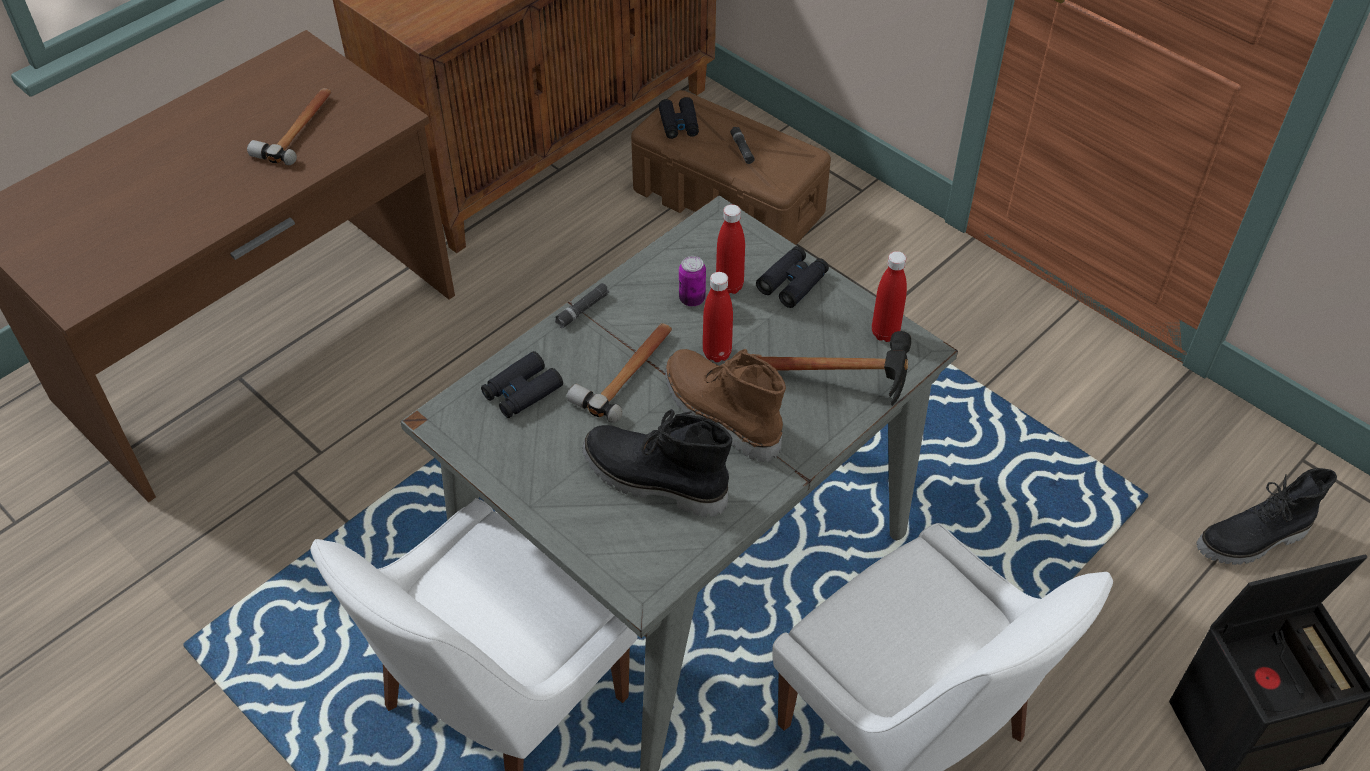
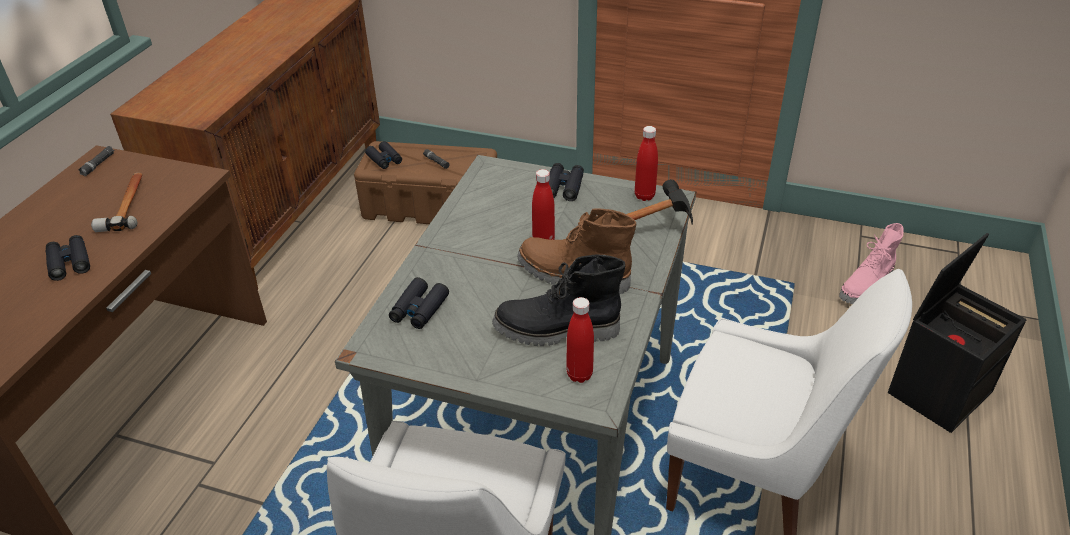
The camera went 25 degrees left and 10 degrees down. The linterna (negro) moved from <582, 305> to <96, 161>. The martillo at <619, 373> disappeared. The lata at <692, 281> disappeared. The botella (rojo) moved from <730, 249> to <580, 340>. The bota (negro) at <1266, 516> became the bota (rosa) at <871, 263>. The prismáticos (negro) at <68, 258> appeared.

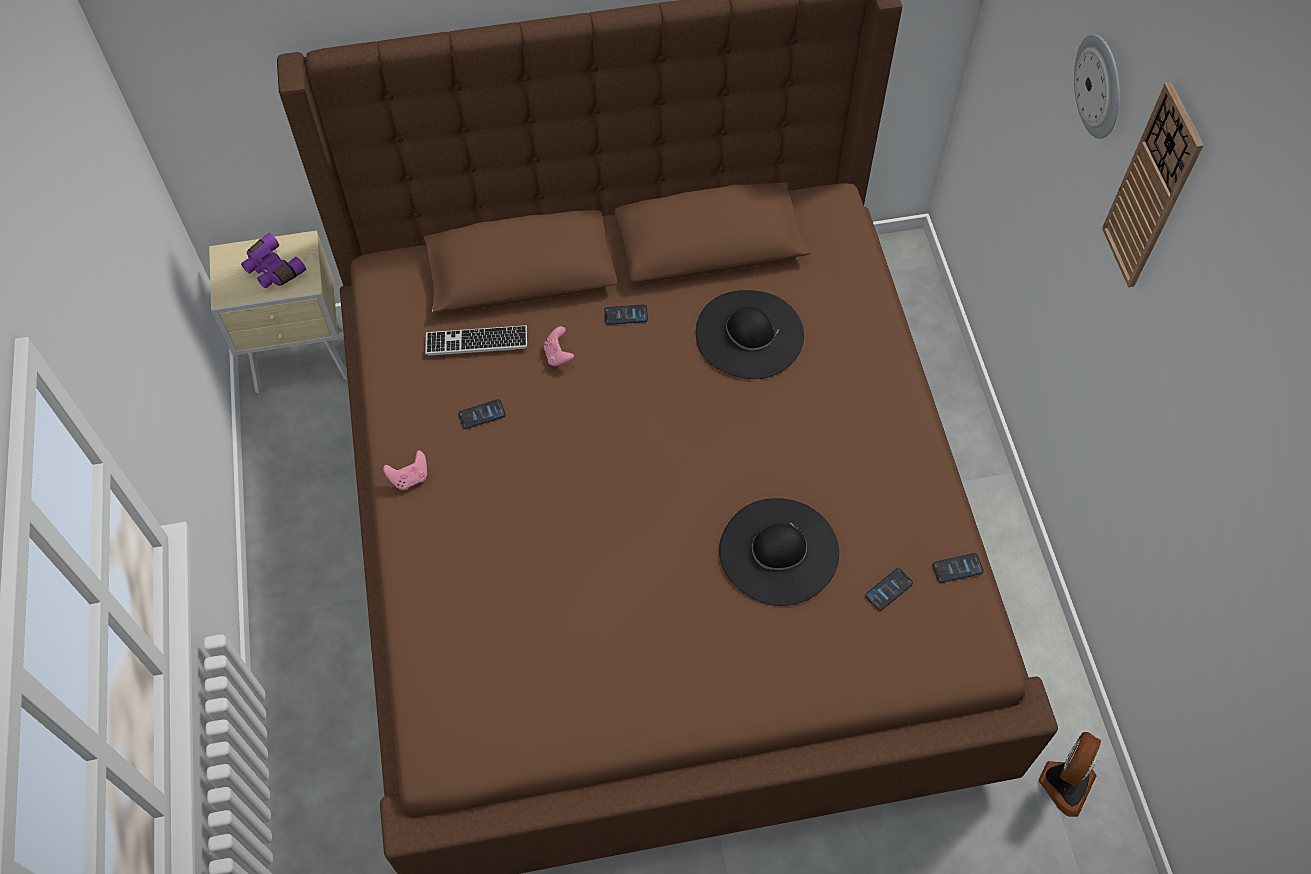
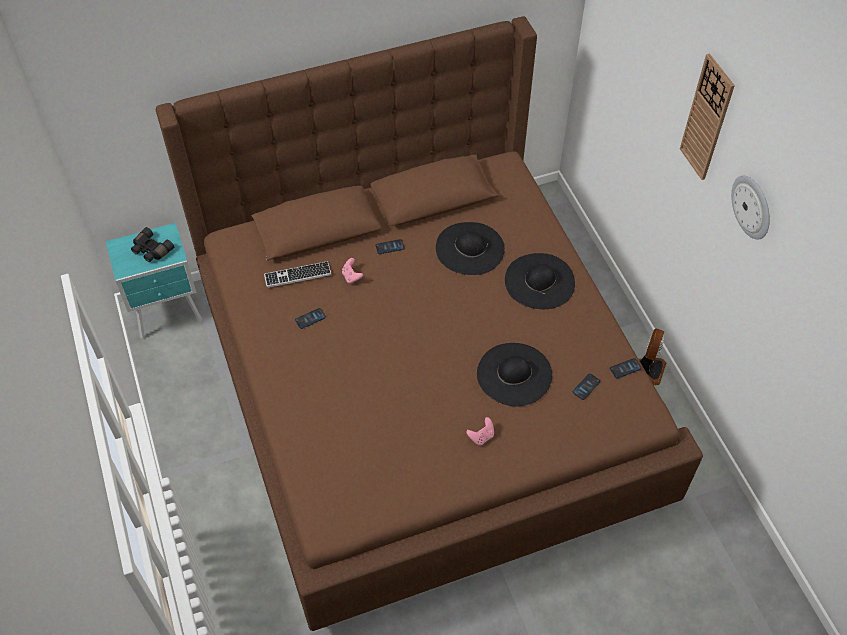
The camera went 10 degrees left and 5 degrees down. The mesita de noche (beis) at <278, 312> became the mesita de noche (turquesa) at <154, 281>. The prismáticos (morado) at <273, 260> became the prismáticos (negro) at <152, 244>. The mando de consola (rosa) moved from <405, 470> to <480, 431>. The ventilador moved from <1070, 774> to <652, 357>. The reloj de pared moved from <1097, 86> to <750, 207>. The sombrero (negro) at <540, 281> appeared.

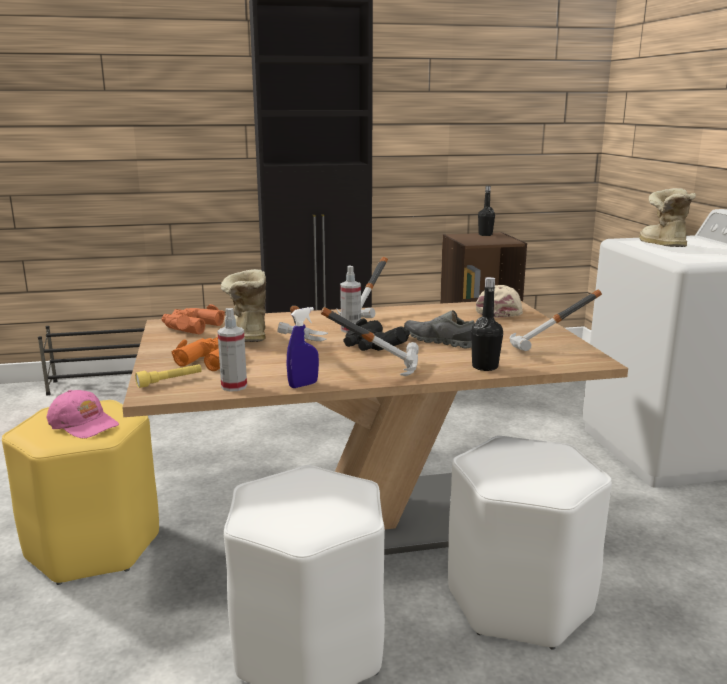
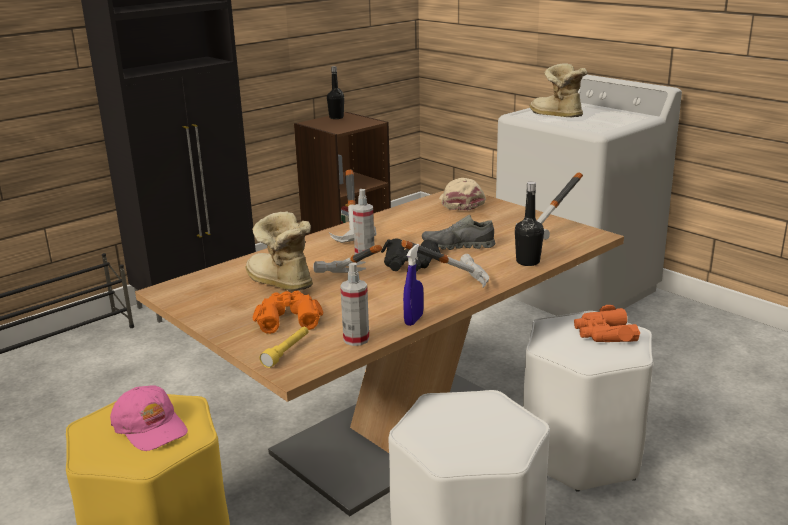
The camera went 30 degrees left and 5 degrees up. The gorra (rosa) at <83, 414> turned 45 degrees clockwise. The prismáticos (naranja) moved from <193, 319> to <607, 323>.

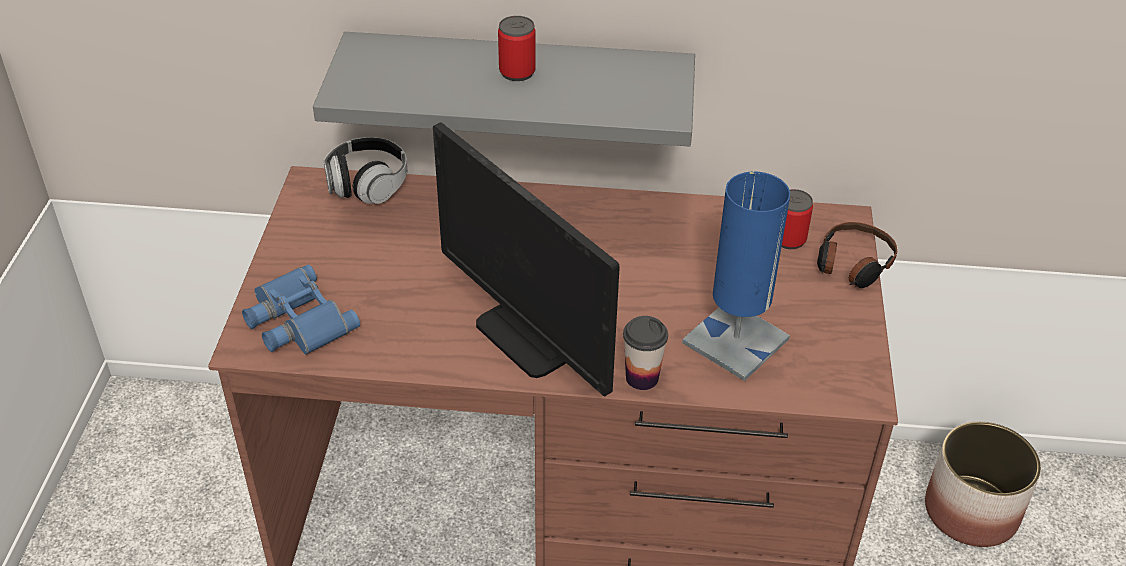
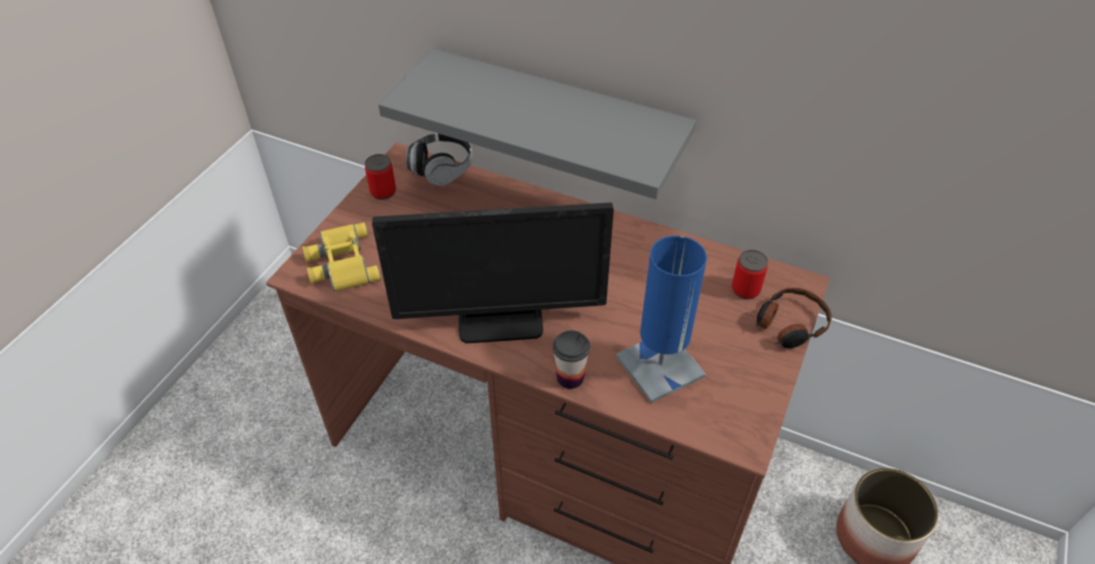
The camera went 20 degrees right and 5 degrees up. The prismáticos (azul) at <301, 310> became the prismáticos (amarillo) at <341, 257>. The monitor at <526, 259> turned 75 degrees counterclockwise. The lata moved from <517, 48> to <380, 177>.

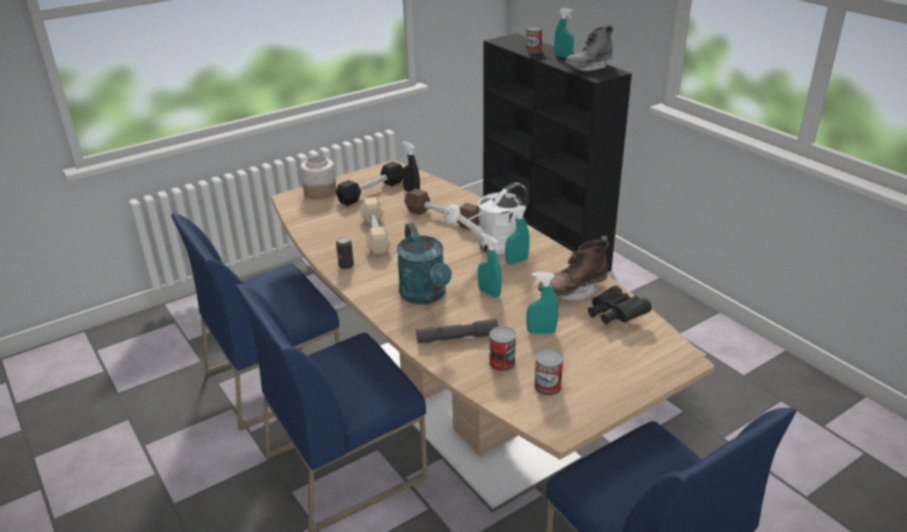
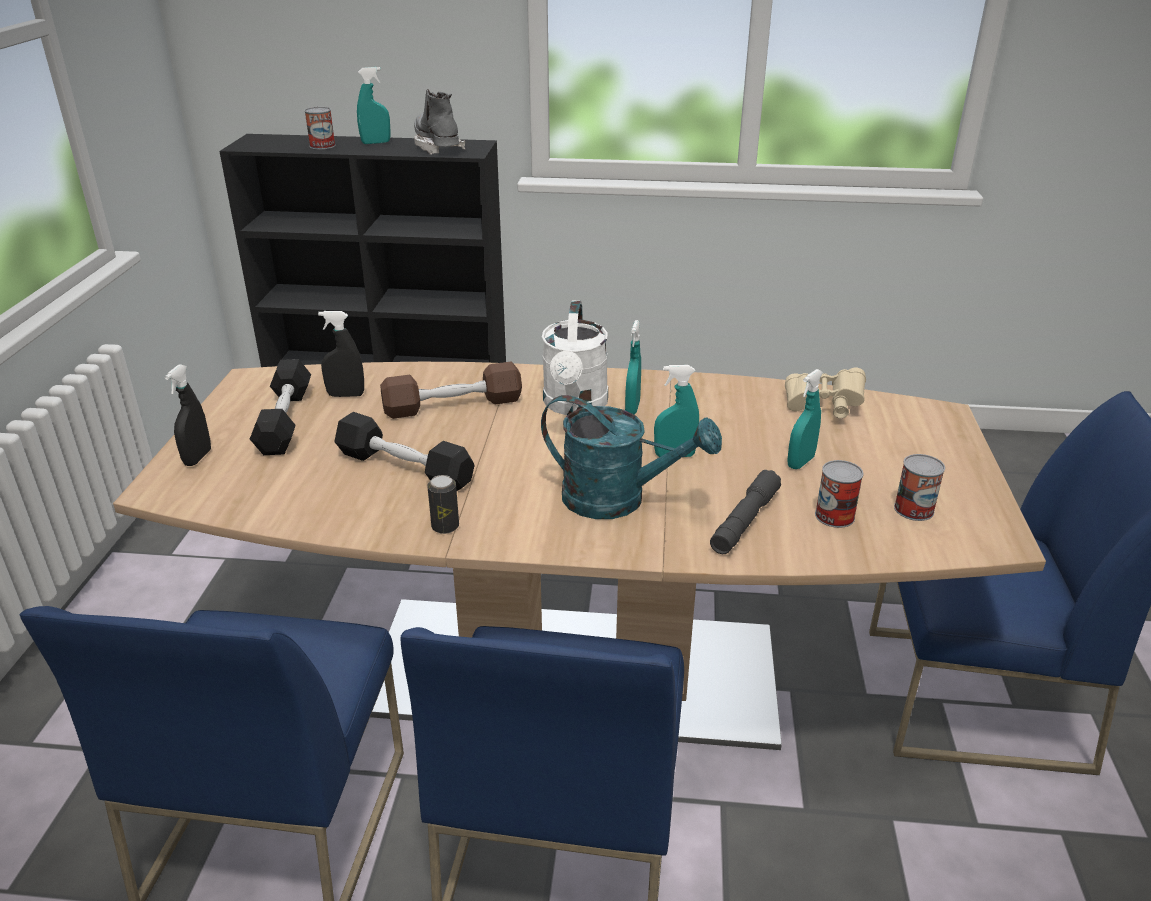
The camera went 50 degrees left and 0 degrees up. The tarro at <318, 177> was replaced by the pulverizador (negro) at <188, 415>. The mancuerna (beis) at <375, 226> became the mancuerna (negro) at <404, 451>. The bota (marrón) at <573, 268> disappeared. The bota (gris) at <589, 47> turned 150 degrees clockwise. The prismáticos (negro) at <620, 305> became the prismáticos (beis) at <825, 393>.

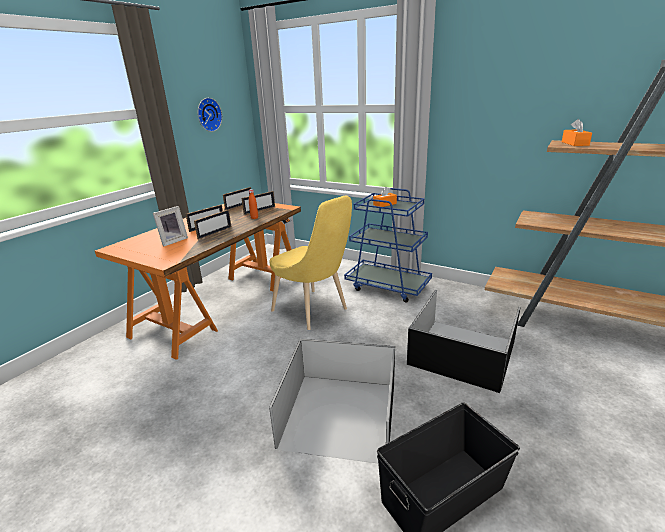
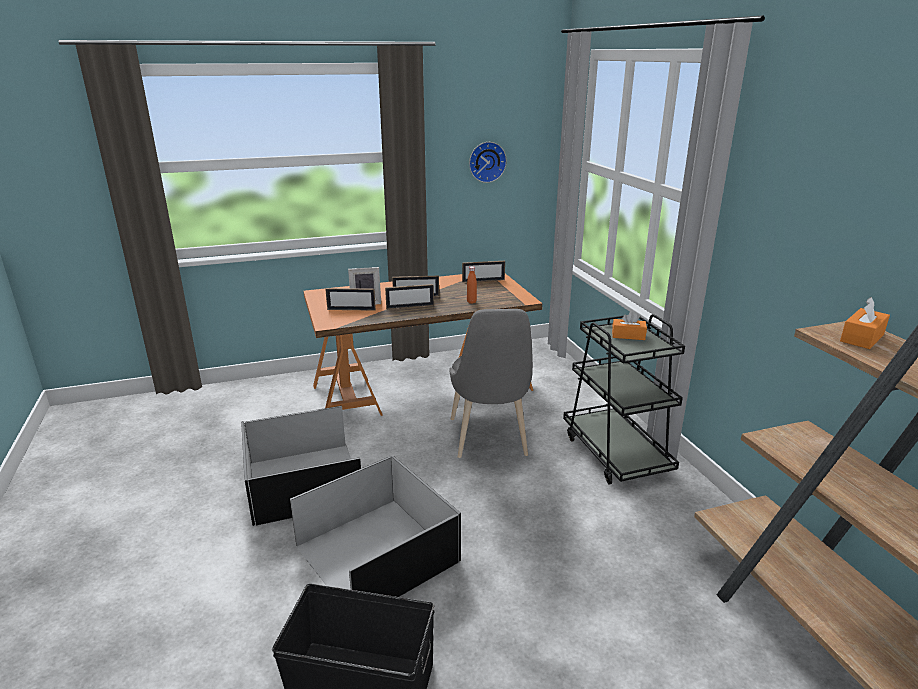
The camera went 40 degrees right and 0 degrees up. The portarretratos moved from <258, 203> to <350, 299>. The silla (amarillo) at <310, 262> became the silla (gris) at <491, 383>. The carrito (azul) at <388, 245> became the carrito (negro) at <624, 399>. The caja de almacenaje (negro) moved from <464, 341> to <301, 466>.

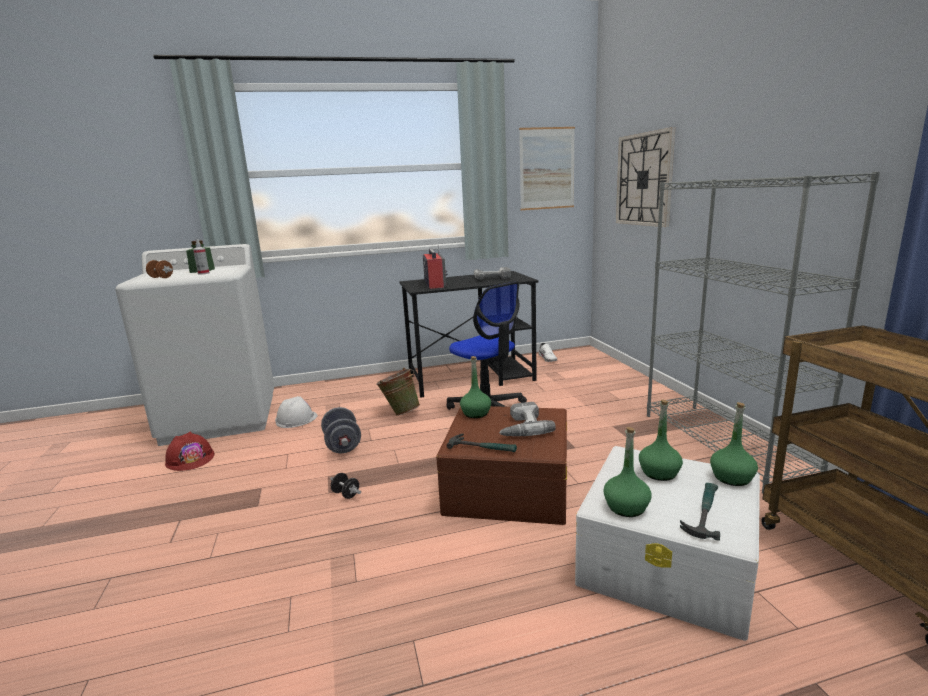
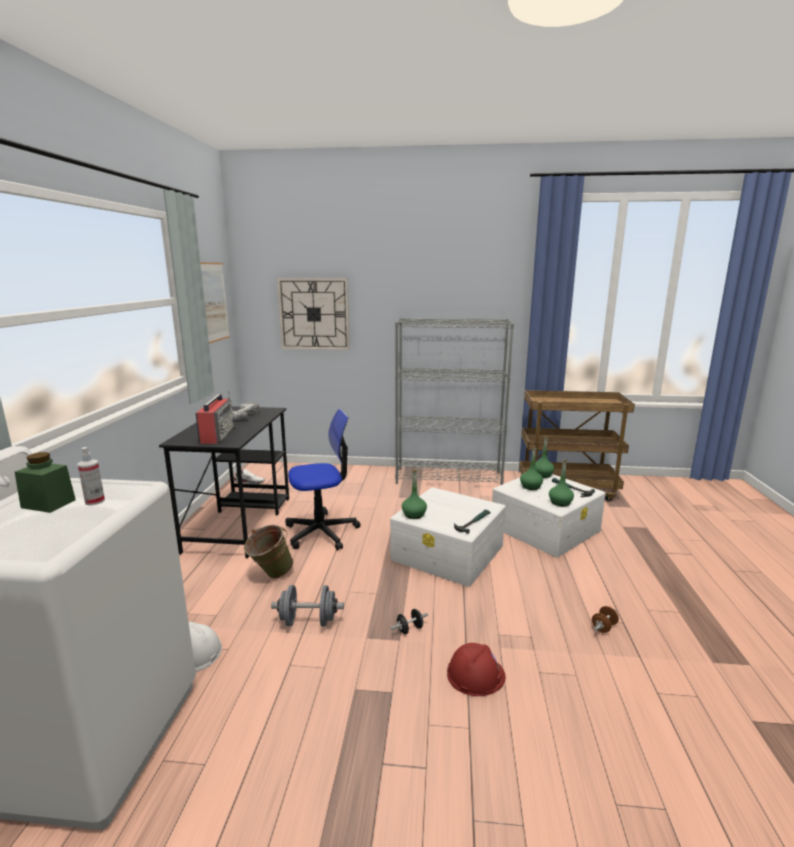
The camera went 70 degrees left and 0 degrees up. The mancuerna (marrón) moved from <159, 269> to <605, 619>. The casco (rojo) moved from <190, 451> to <476, 669>. The radio at <435, 267> turned 75 degrees clockwise. The caja de almacenaje (marrón) at <501, 465> became the caja de almacenaje (blanco) at <448, 537>. The taladro at <527, 419> disappeared.

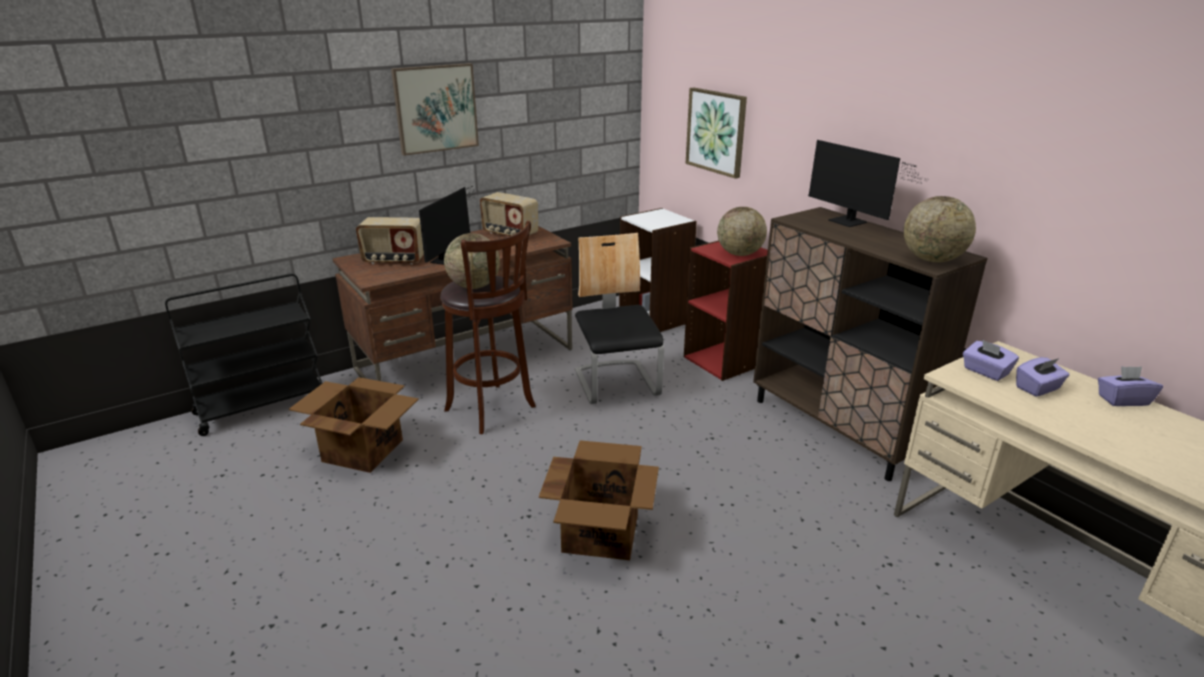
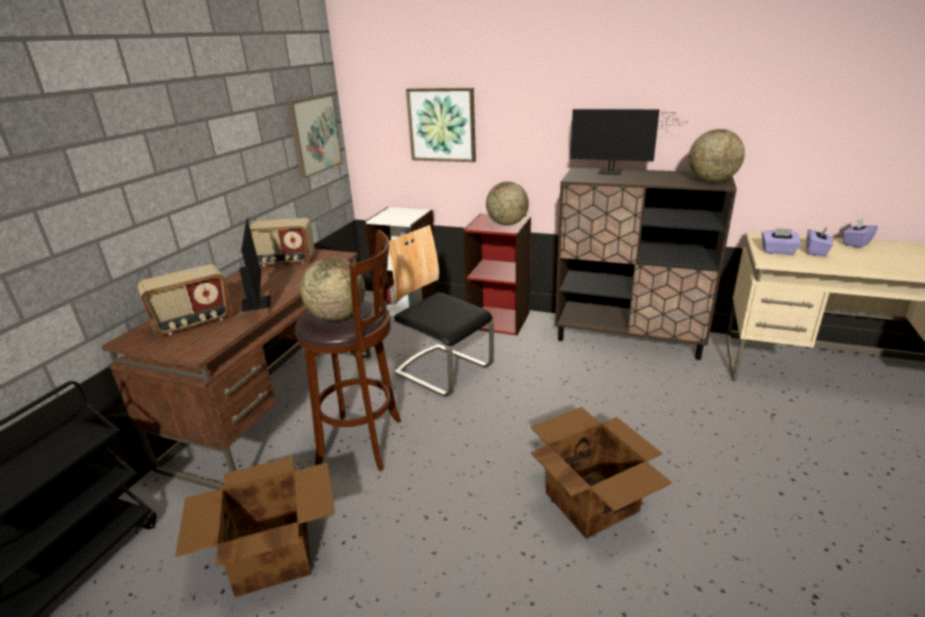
The camera went 35 degrees left and 0 degrees up. The cuadro moved from <435, 109> to <315, 136>.

